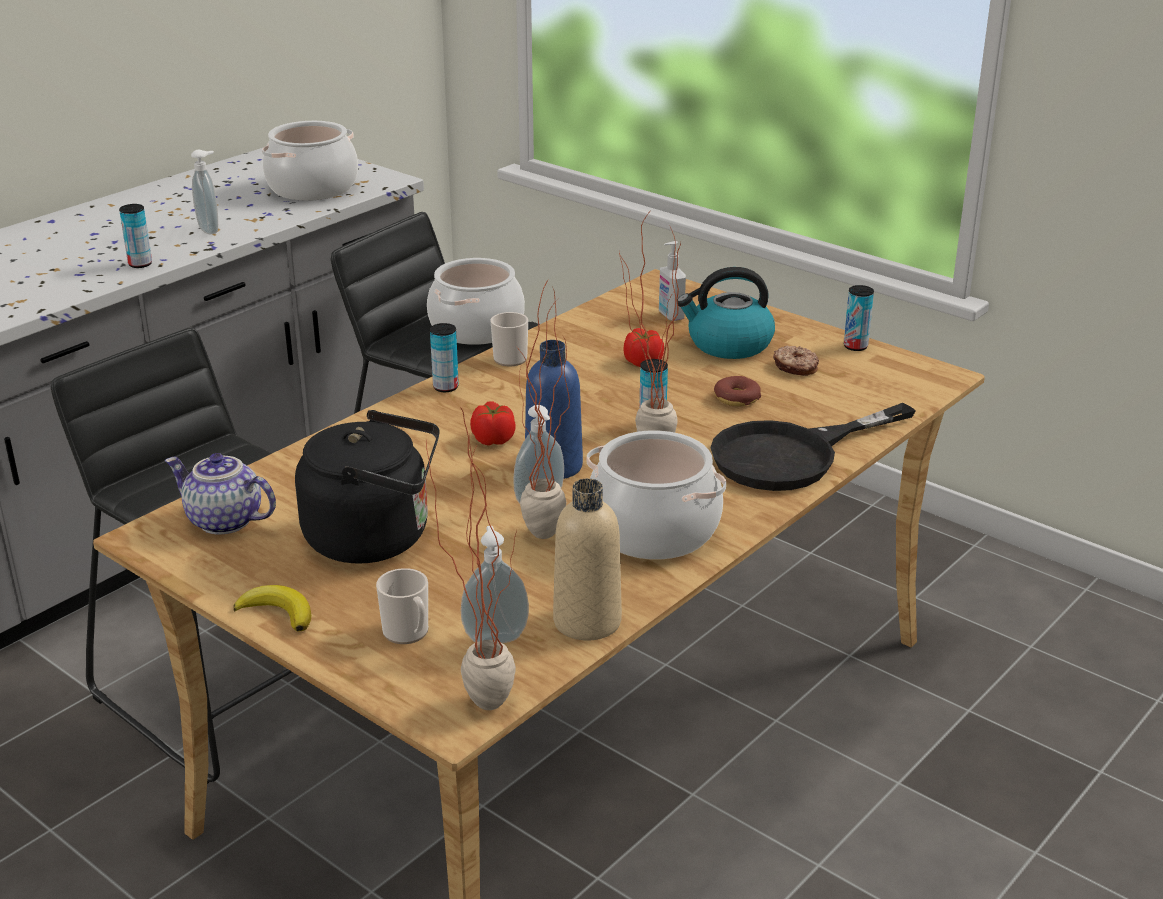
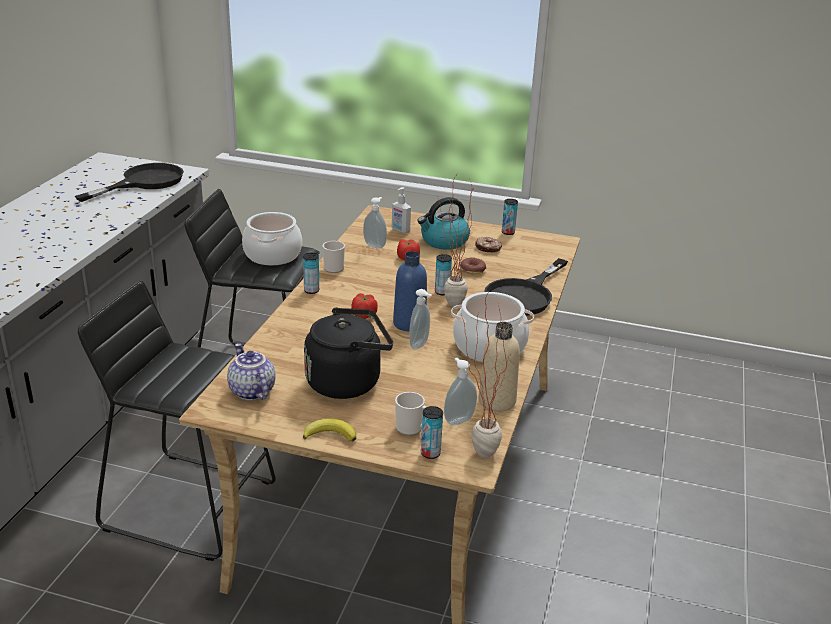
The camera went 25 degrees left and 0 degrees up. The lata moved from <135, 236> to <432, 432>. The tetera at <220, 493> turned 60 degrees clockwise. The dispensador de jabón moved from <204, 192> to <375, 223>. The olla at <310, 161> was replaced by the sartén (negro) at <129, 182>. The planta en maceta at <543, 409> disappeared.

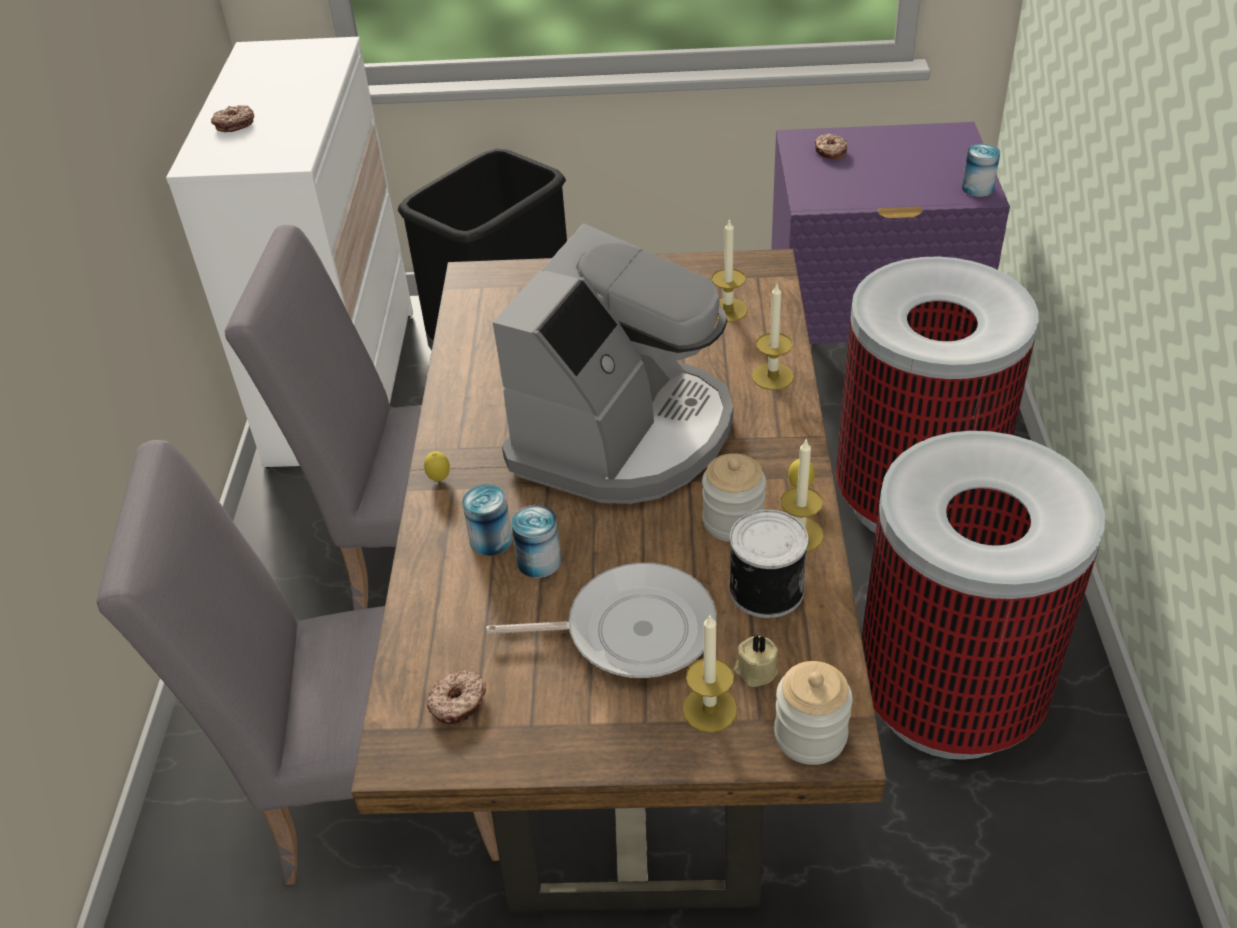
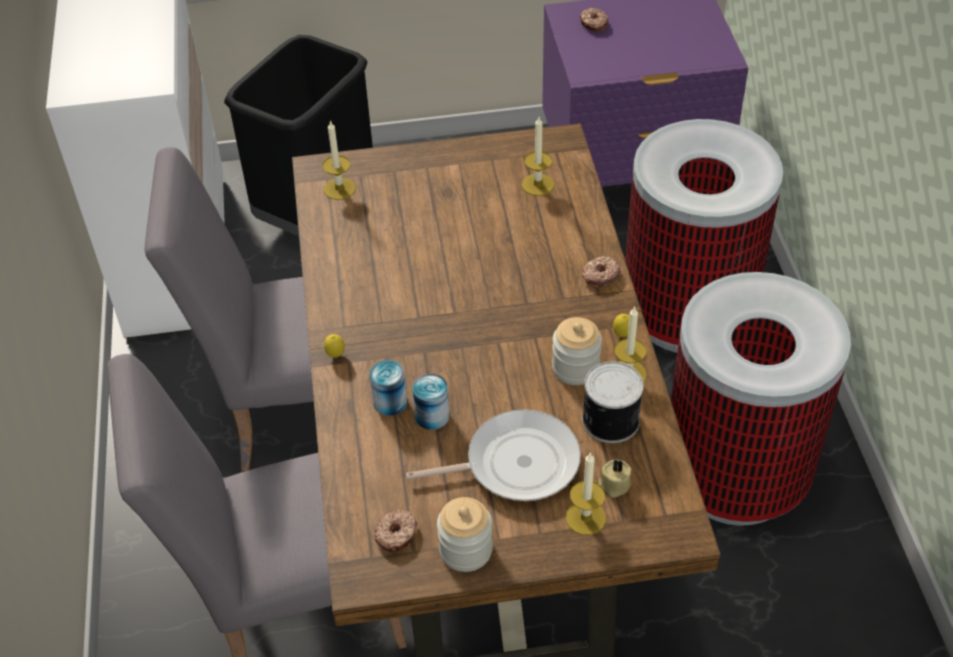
The camera went 10 degrees left and 5 degrees up. The rosquilla moved from <232, 118> to <601, 272>. The cafetera at <613, 363> disappeared. The vela moved from <773, 337> to <339, 160>. The tarro moved from <813, 713> to <465, 534>. The lata at <981, 170> disappeared.

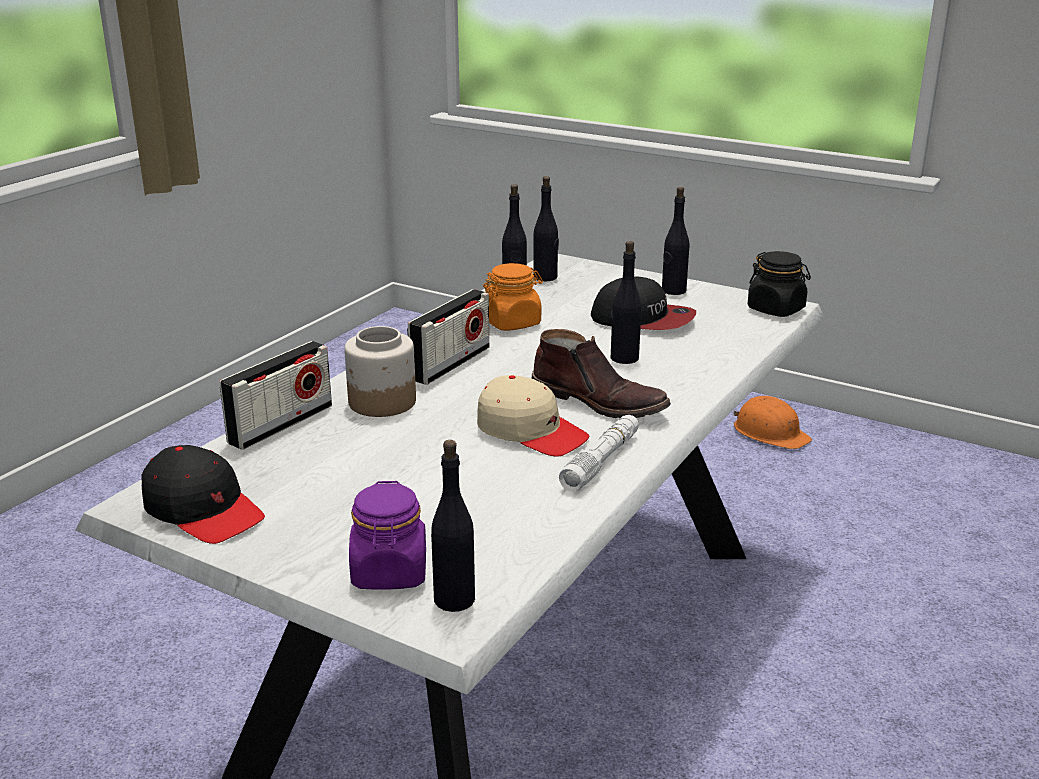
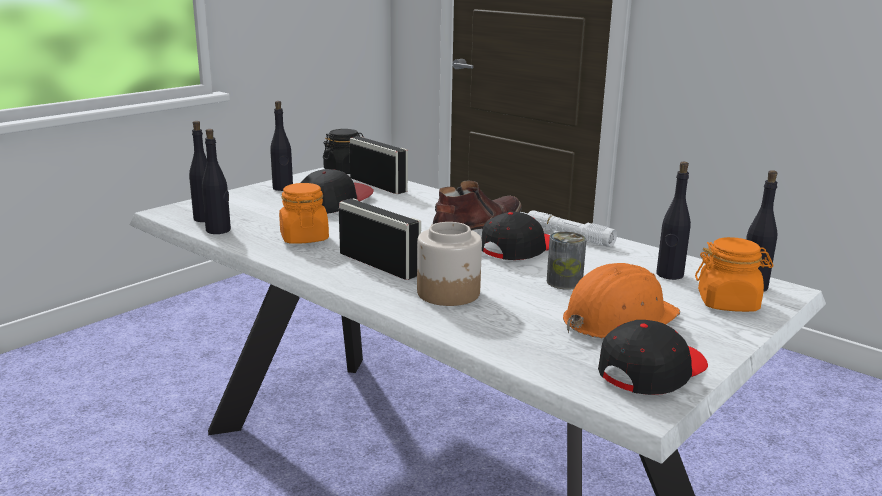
The camera went 80 degrees left and 5 degrees down. The radio moved from <275, 395> to <378, 165>. The tarro (morado) at <387, 535> became the tarro (naranja) at <734, 274>. The gorra (beis) at <533, 416> became the gorra (negro) at <516, 236>. The botella (negro) moved from <626, 302> to <673, 221>. The casco (naranja) moved from <772, 422> to <621, 301>. The lata at <567, 260> appeared.

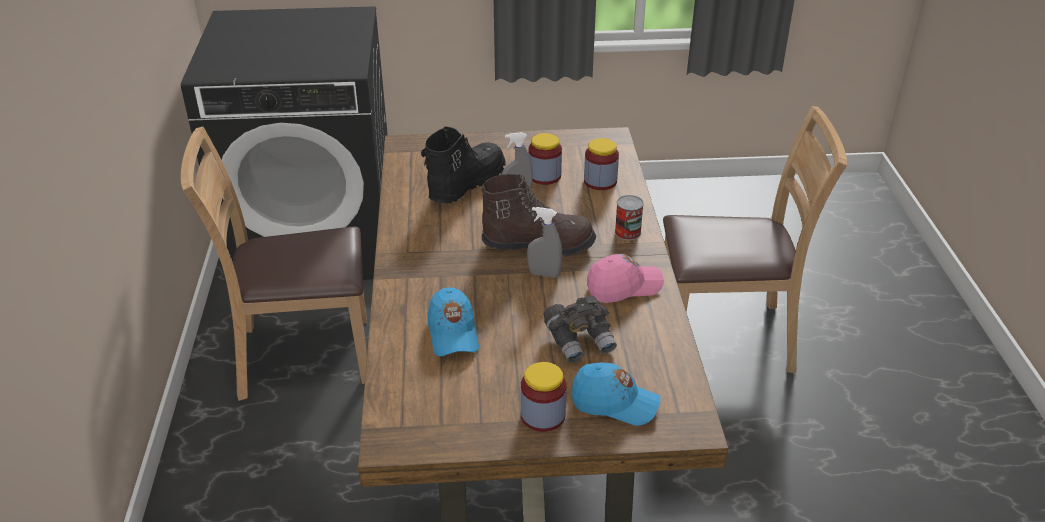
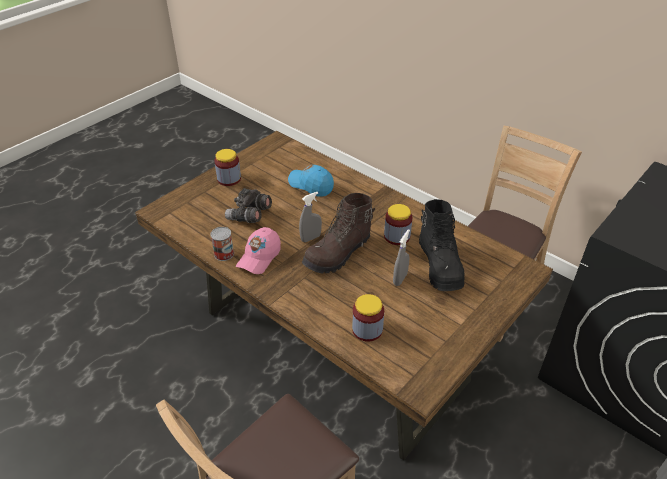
The camera went 135 degrees right and 5 degrees up. The tarro moved from <545, 159> to <398, 224>. The gorra (azul) at <616, 394> disappeared. The lata moved from <629, 217> to <222, 244>.

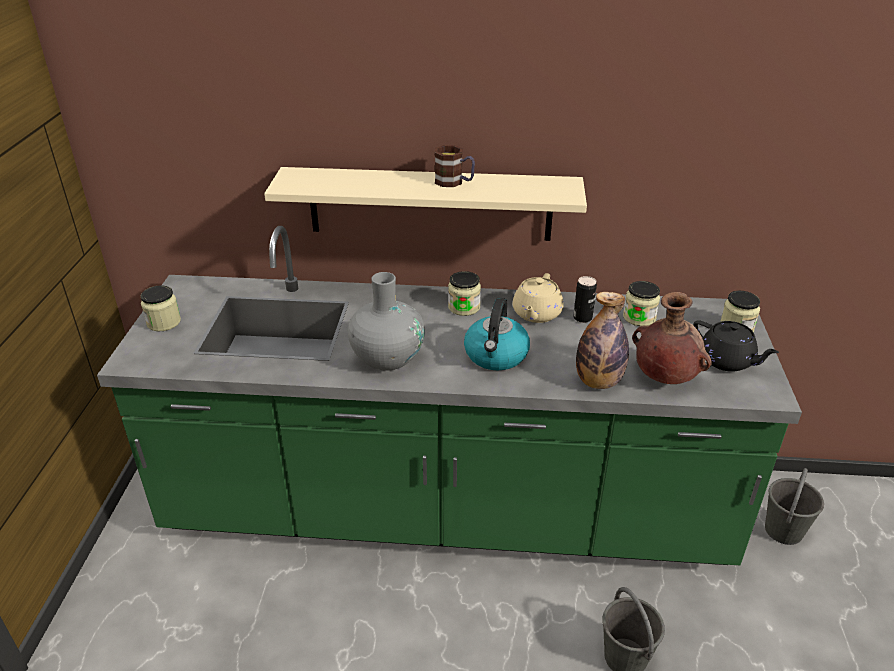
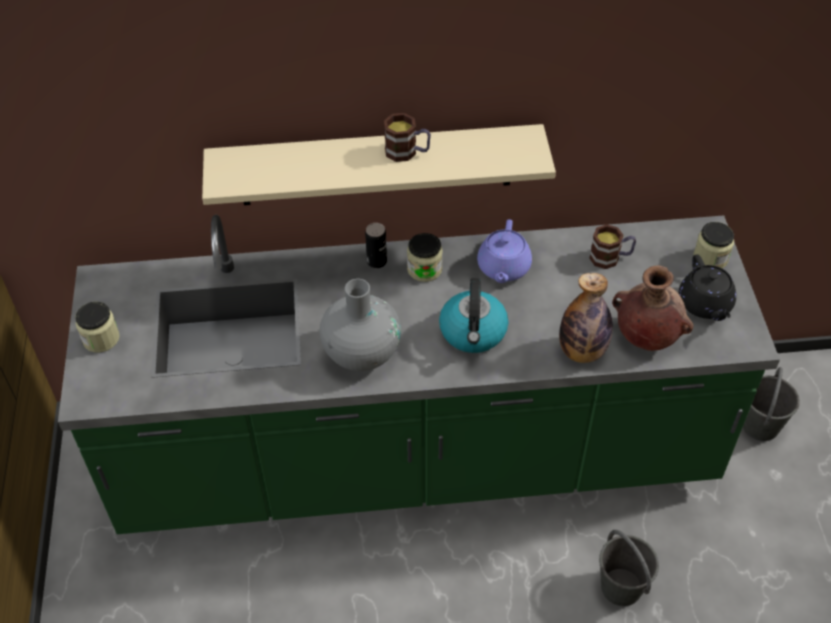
The camera went 10 degrees left and 15 degrees up. The tetera (beis) at <538, 298> became the tetera (morado) at <504, 251>. The lata moved from <585, 299> to <376, 245>. The tarro at <641, 303> was replaced by the taza grande at <612, 246>. The tetera (negro) at <736, 346> turned 45 degrees clockwise.

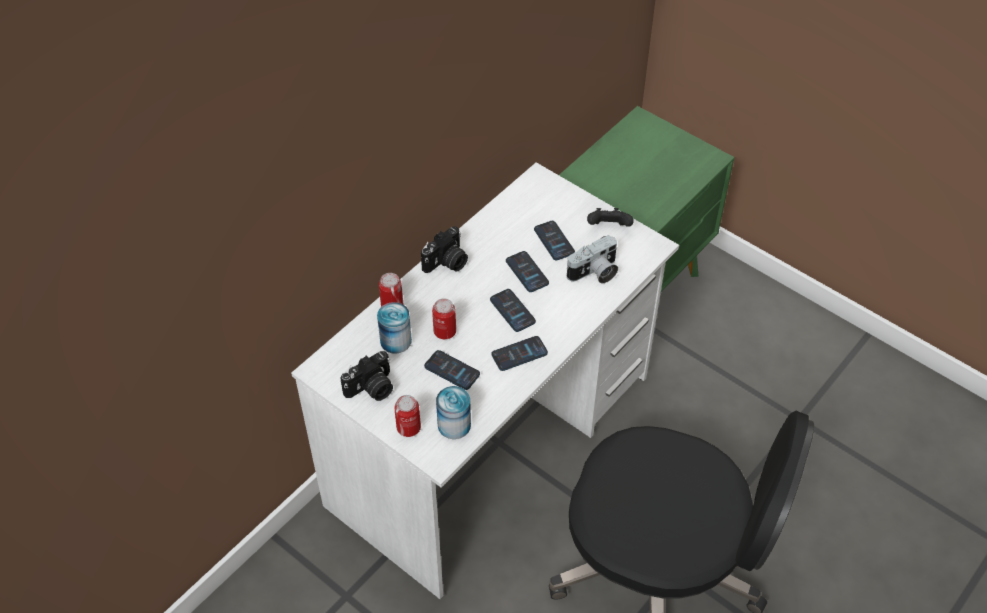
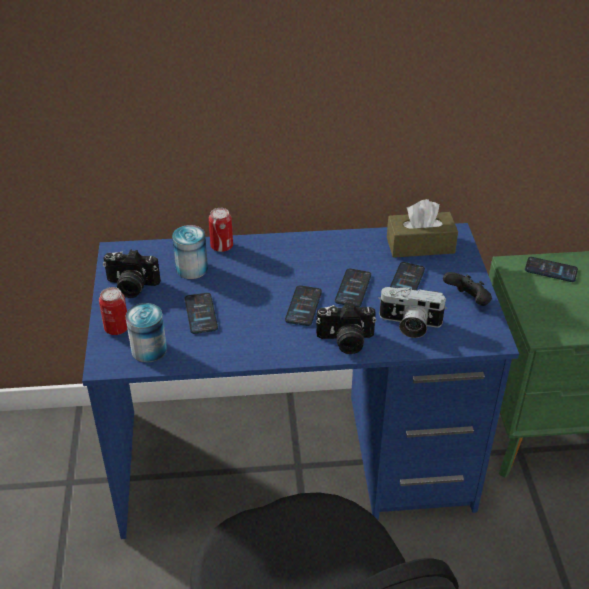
The camera went 45 degrees right and 10 degrees down. The escritorio (blanco) at <485, 380> became the escritorio (azul) at <300, 381>. The cámara moved from <444, 249> to <346, 328>. The lata at <444, 318> disappeared. The móvil moved from <520, 353> to <551, 269>. The caja de pañuelos (marrón) at <422, 228> appeared.

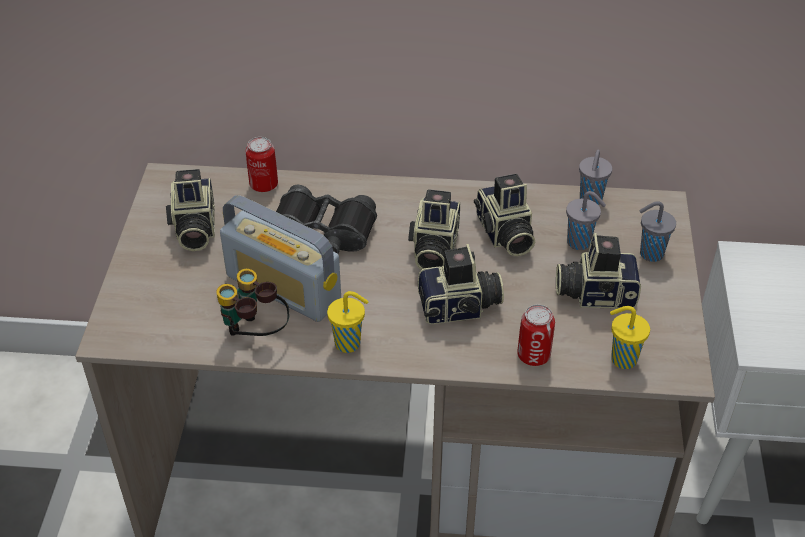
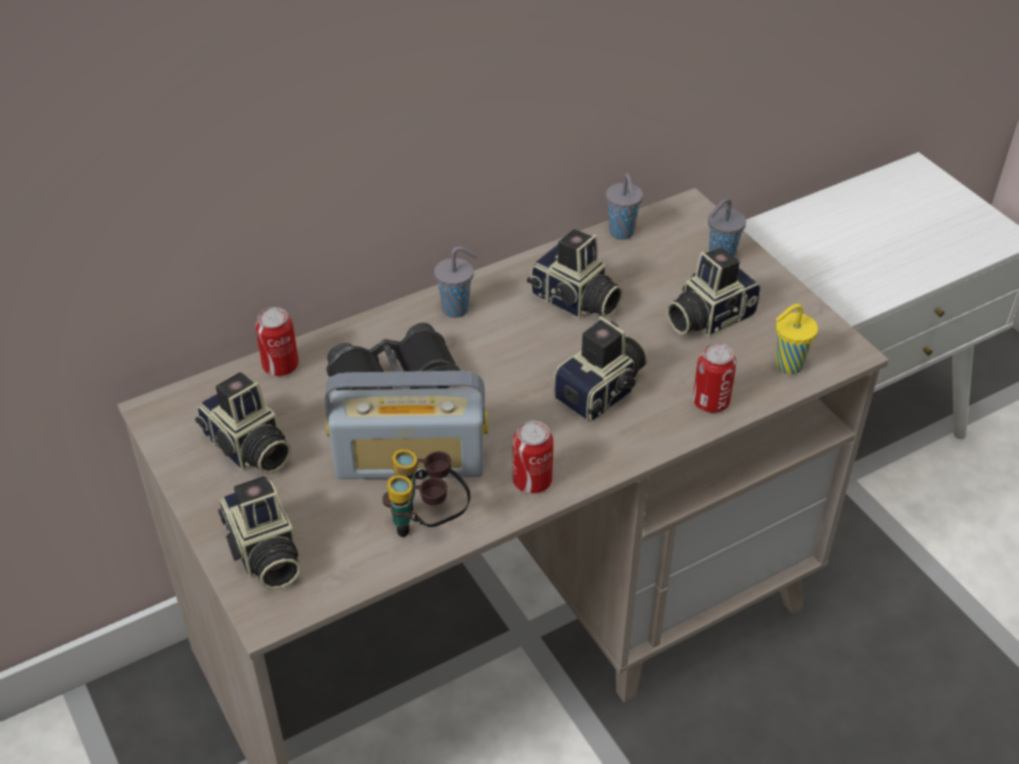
The camera went 35 degrees left and 0 degrees up. The taza (amarillo) at <347, 322> was replaced by the lata at <533, 457>. The cámara moved from <434, 229> to <259, 533>. The taza (gris) moved from <586, 220> to <455, 282>.

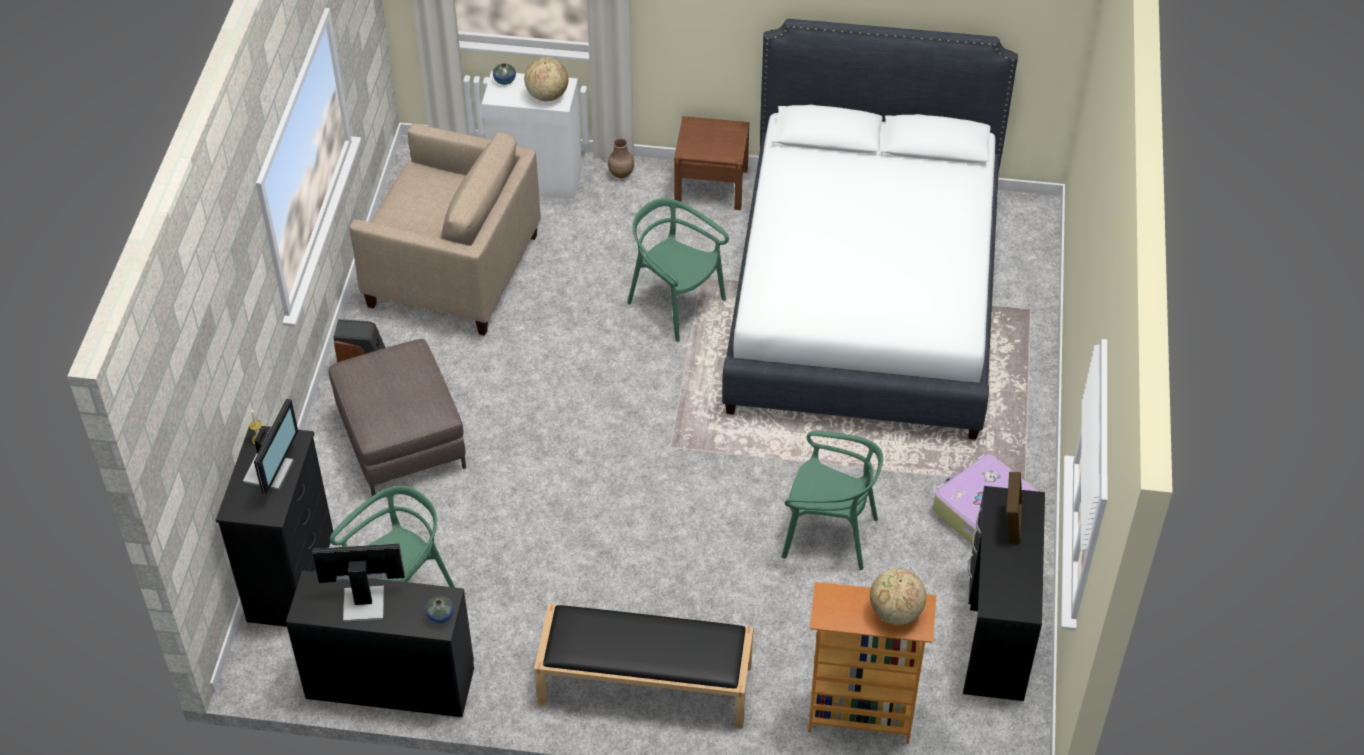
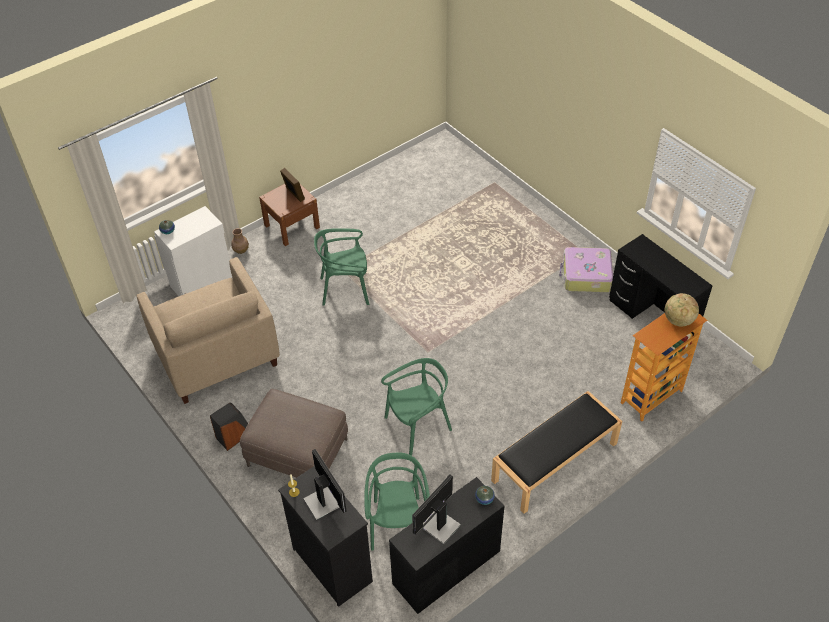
The camera went 45 degrees left and 0 degrees up. The sillón (beis) at <445, 229> turned 90 degrees clockwise. The globo terráqueo at <546, 79> disappeared. The cama (blanco) at <870, 229> disappeared. The silla (verde) moved from <832, 500> to <416, 406>. The portarretratos moved from <1014, 508> to <292, 185>.

